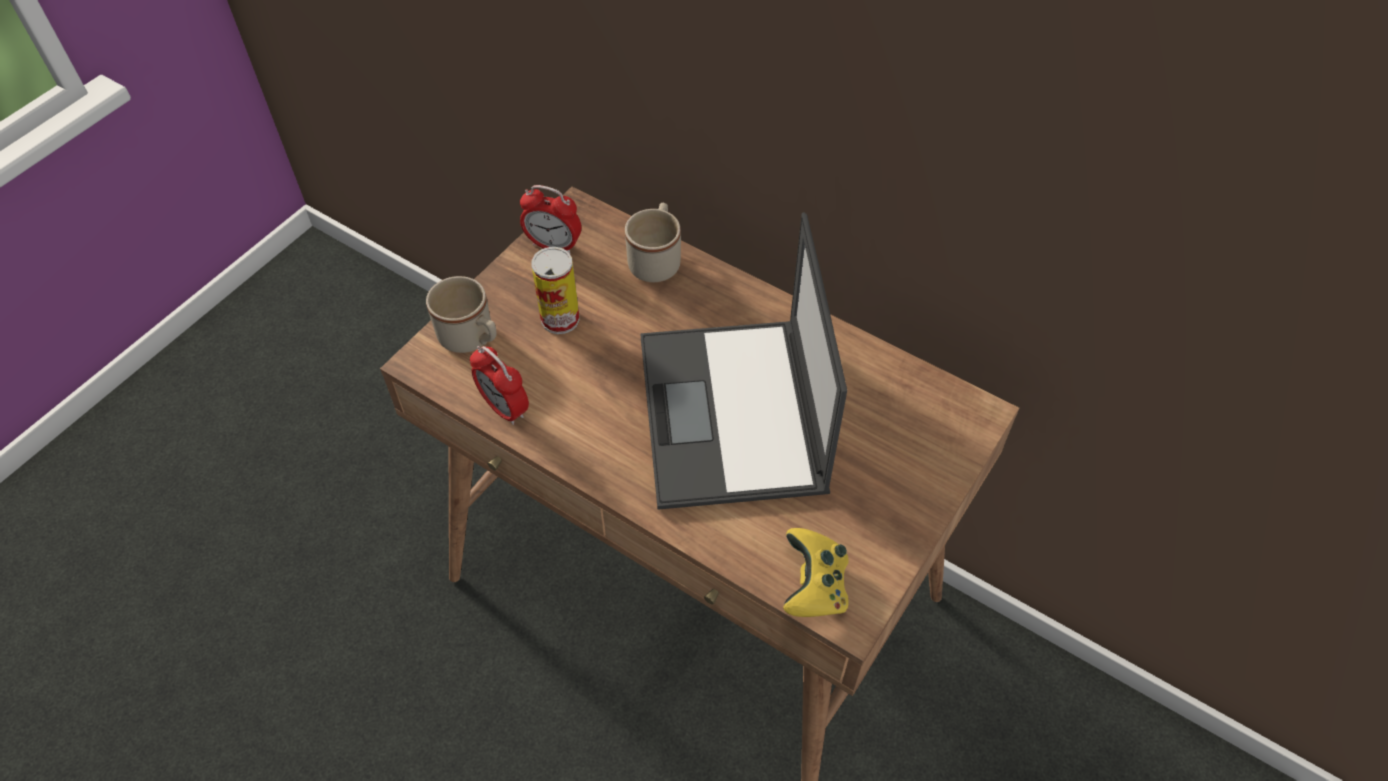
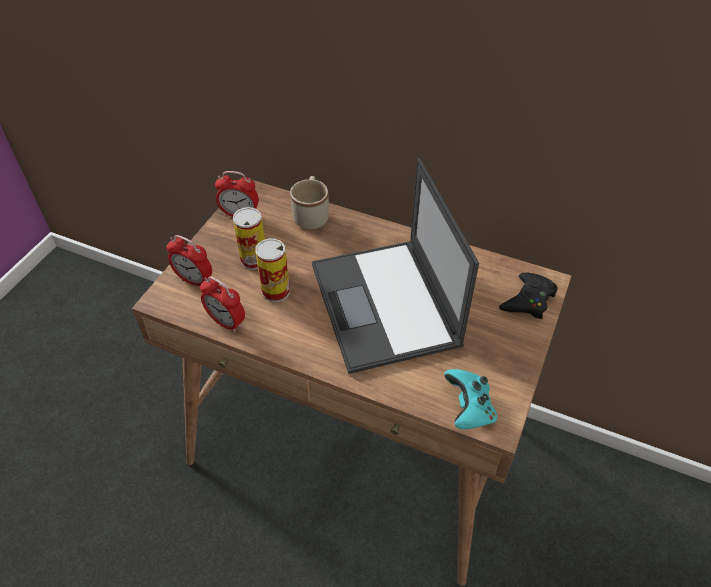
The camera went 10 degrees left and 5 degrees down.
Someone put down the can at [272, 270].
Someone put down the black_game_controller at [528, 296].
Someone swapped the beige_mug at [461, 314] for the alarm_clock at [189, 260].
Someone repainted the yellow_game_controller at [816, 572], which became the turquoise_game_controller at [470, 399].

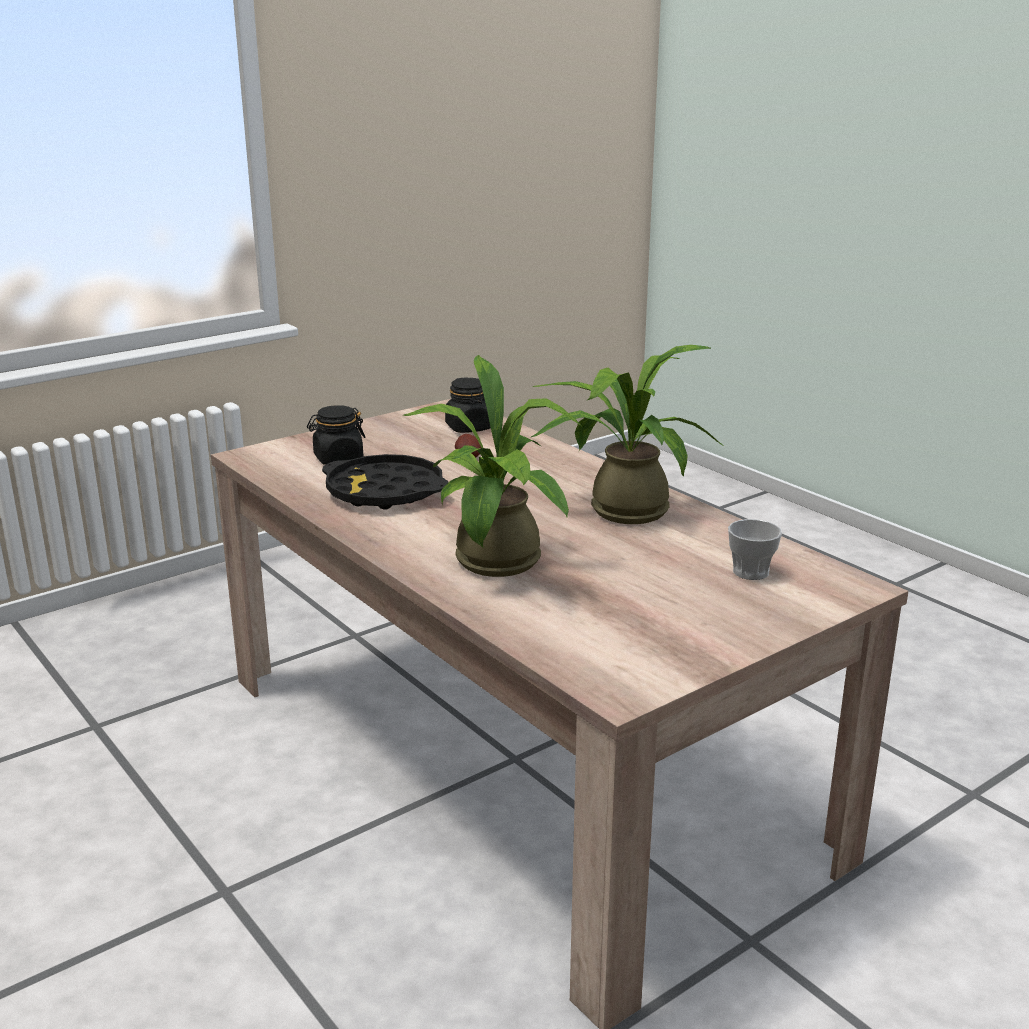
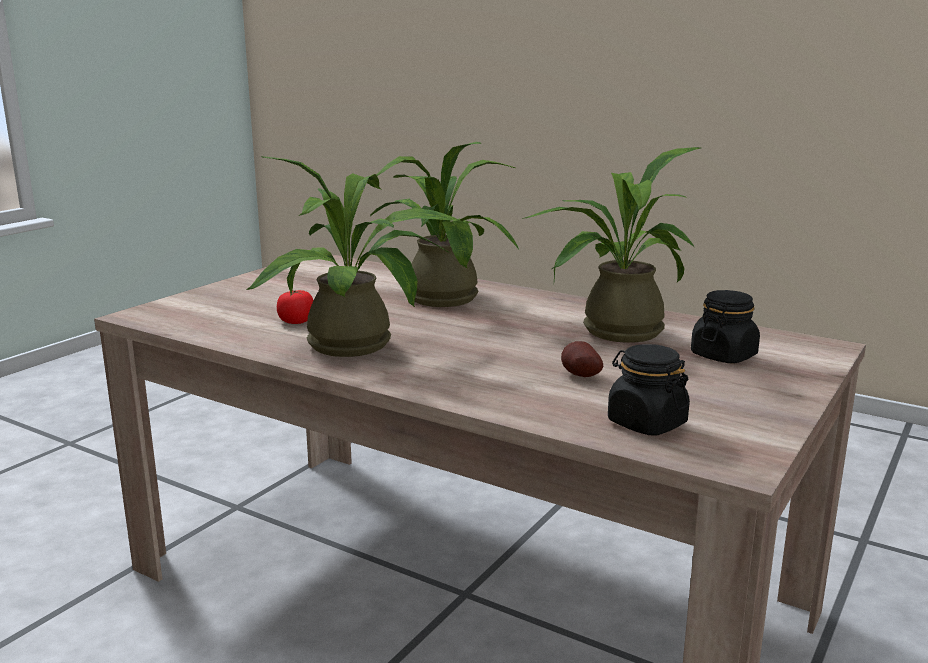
The camera went 160 degrees right and 5 degrees down.
Someone took away the cup at [755, 549].
Someone put down the tomato at [295, 307].
Someone swapped the black_tray at [385, 482] for the potted_plant at [611, 245].

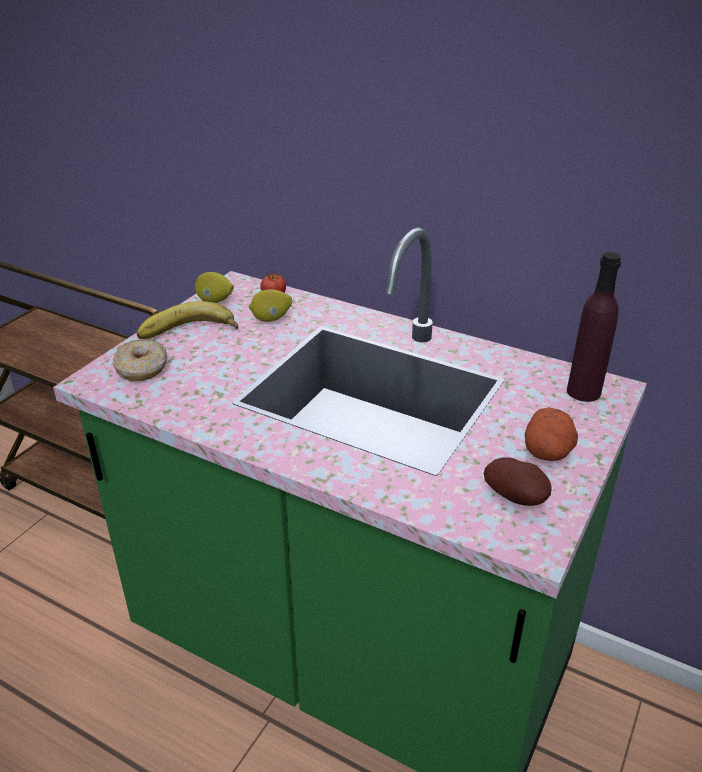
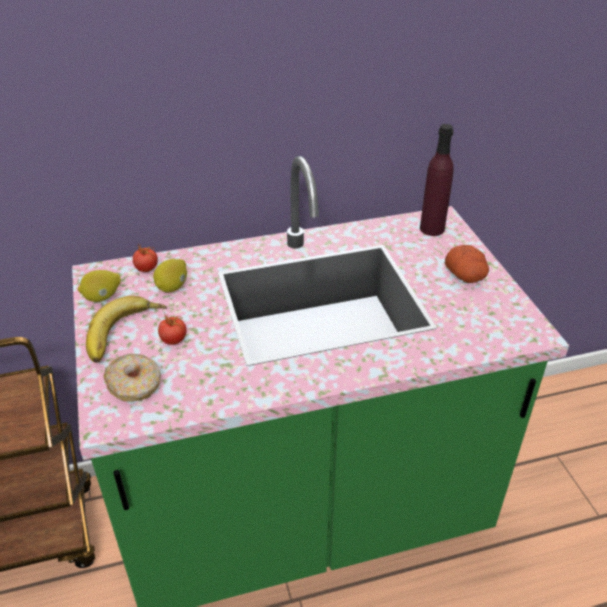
The camera went 45 degrees left and 5 degrees up.
Someone took away the potato at [518, 481].
Someone put down the tomato at [172, 328].

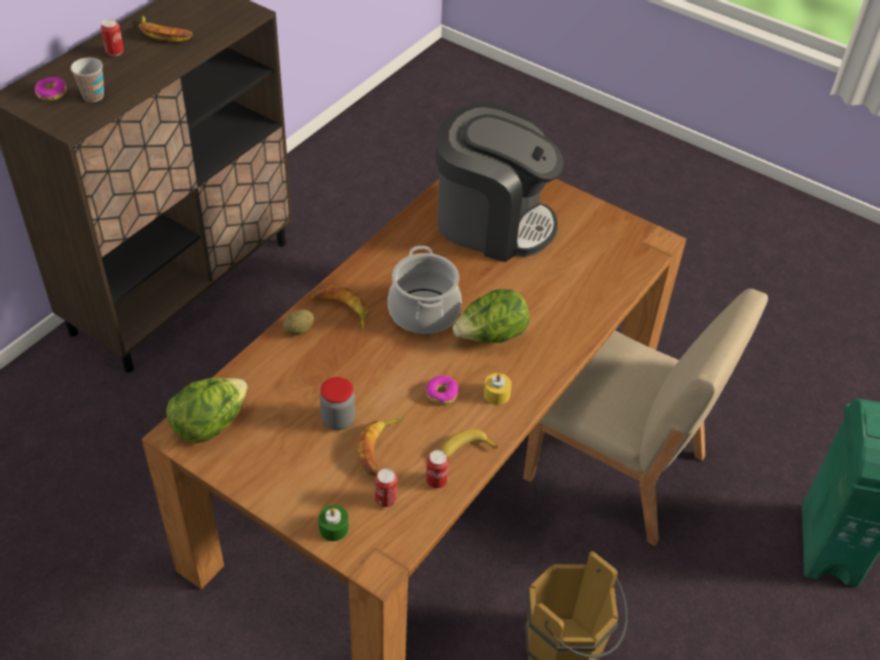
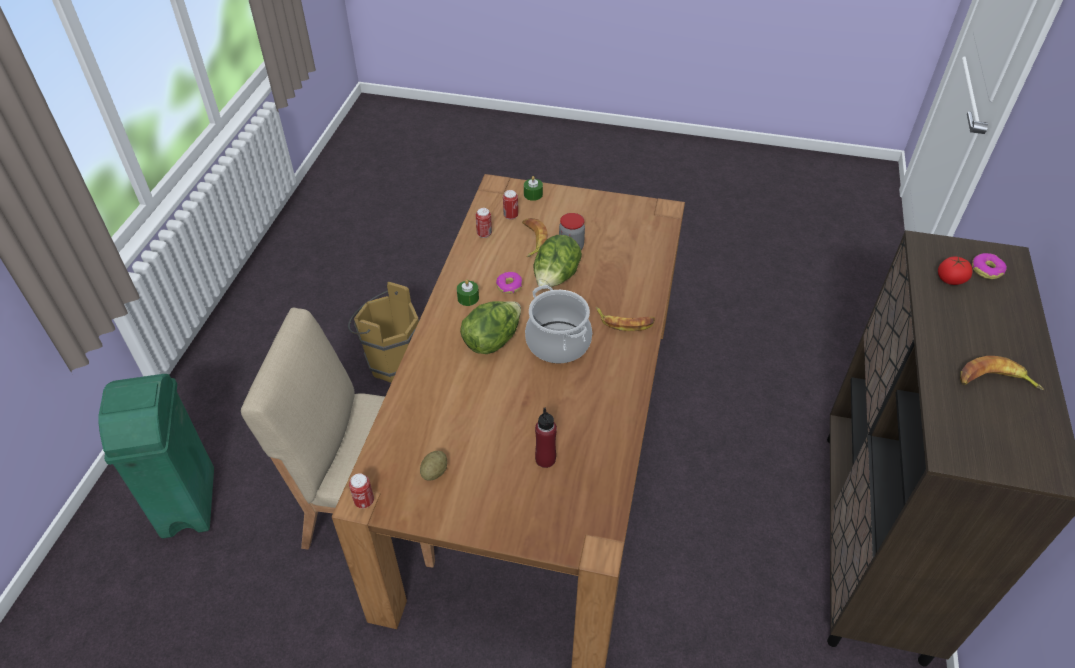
The camera went 160 degrees right and 0 degrees up.
Someone took away the banana at [469, 443].
Someone carried the can from [112, 37] to [361, 490].
Someone carried the lettuce from [207, 410] to [558, 261].
Someone carried the potato from [298, 322] to [433, 466].
Someone swapped the cup at [87, 79] for the tomato at [955, 271].
Someone swapped the coffee_machine at [500, 182] for the red_bottle at [546, 438].
Someone repainted the yellow_candle at [498, 389], which became the green_candle at [468, 292].

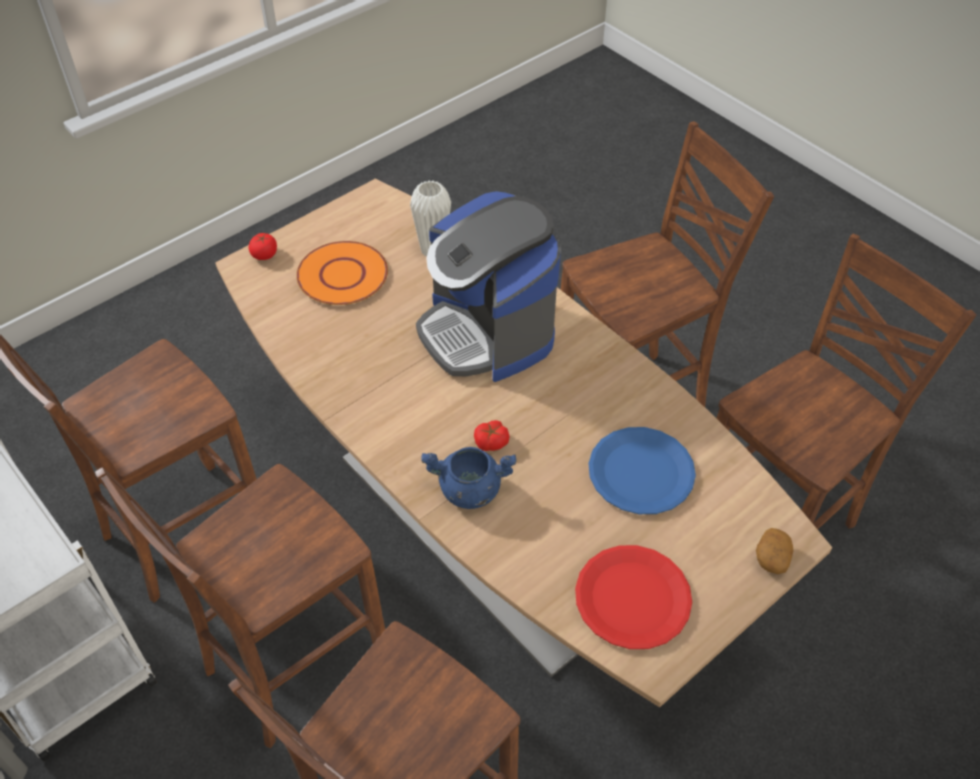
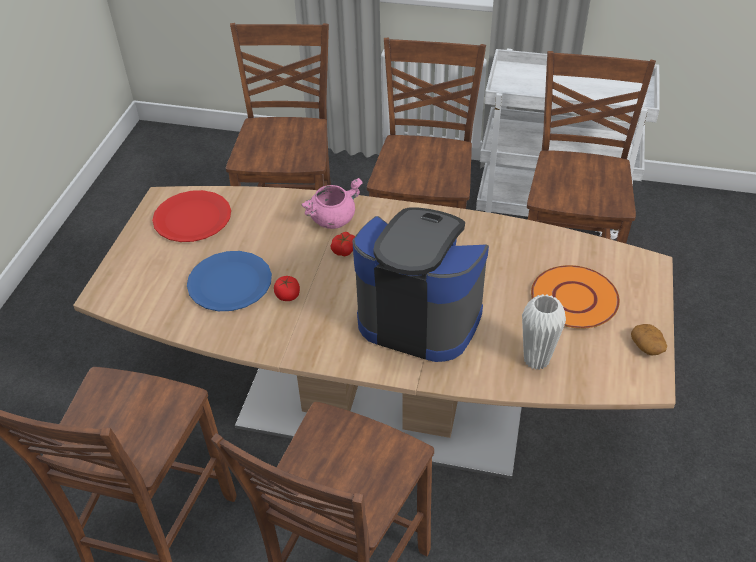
The camera went 145 degrees right and 5 degrees down.
Someone carried the tomato from [263, 246] to [287, 288].
Someone carried the potato from [774, 551] to [649, 339].
Someone repainted the blue_cooking_pot at [468, 478], which became the pink_cooking_pot at [332, 203].

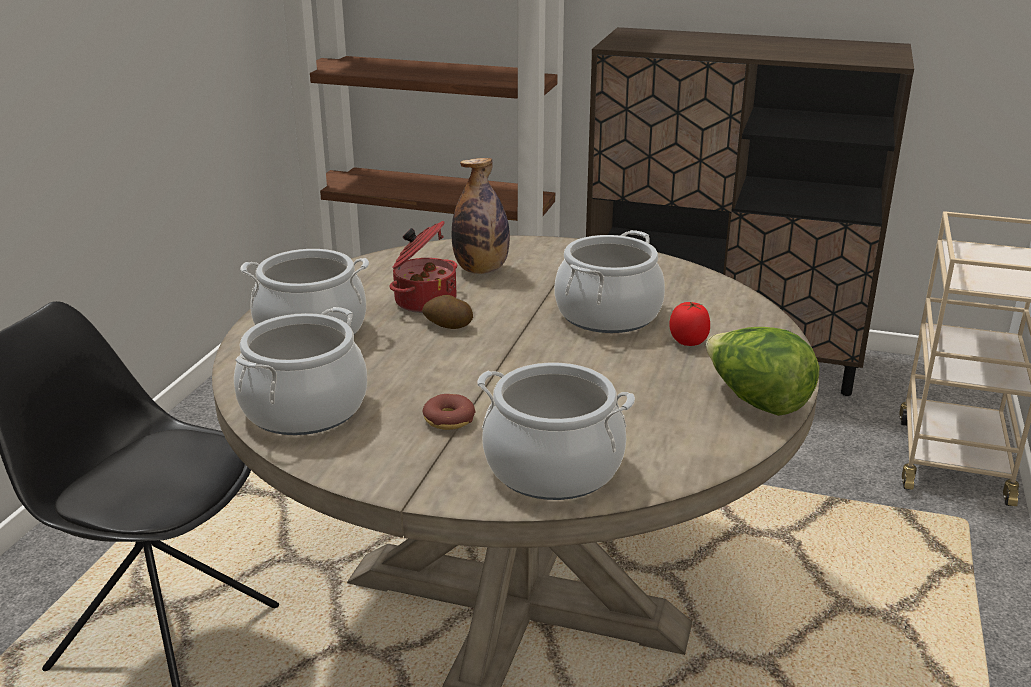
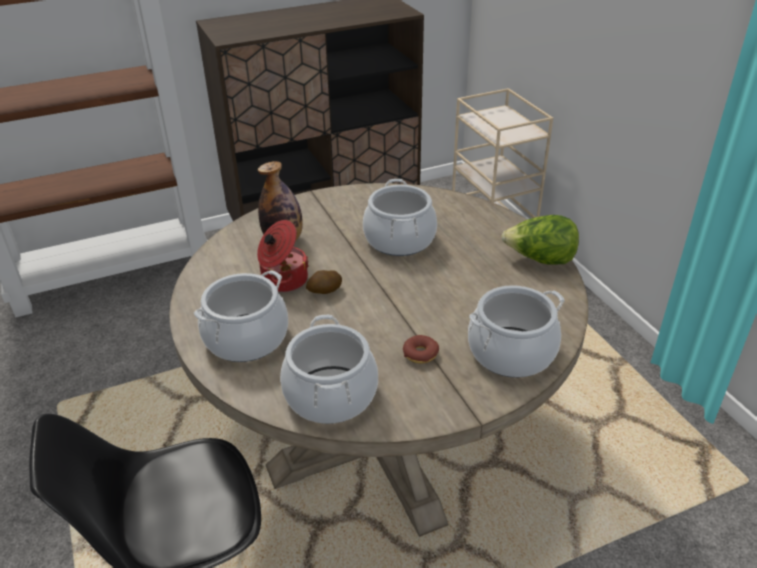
The camera went 40 degrees left and 10 degrees up.
Someone took away the tomato at [689, 324].

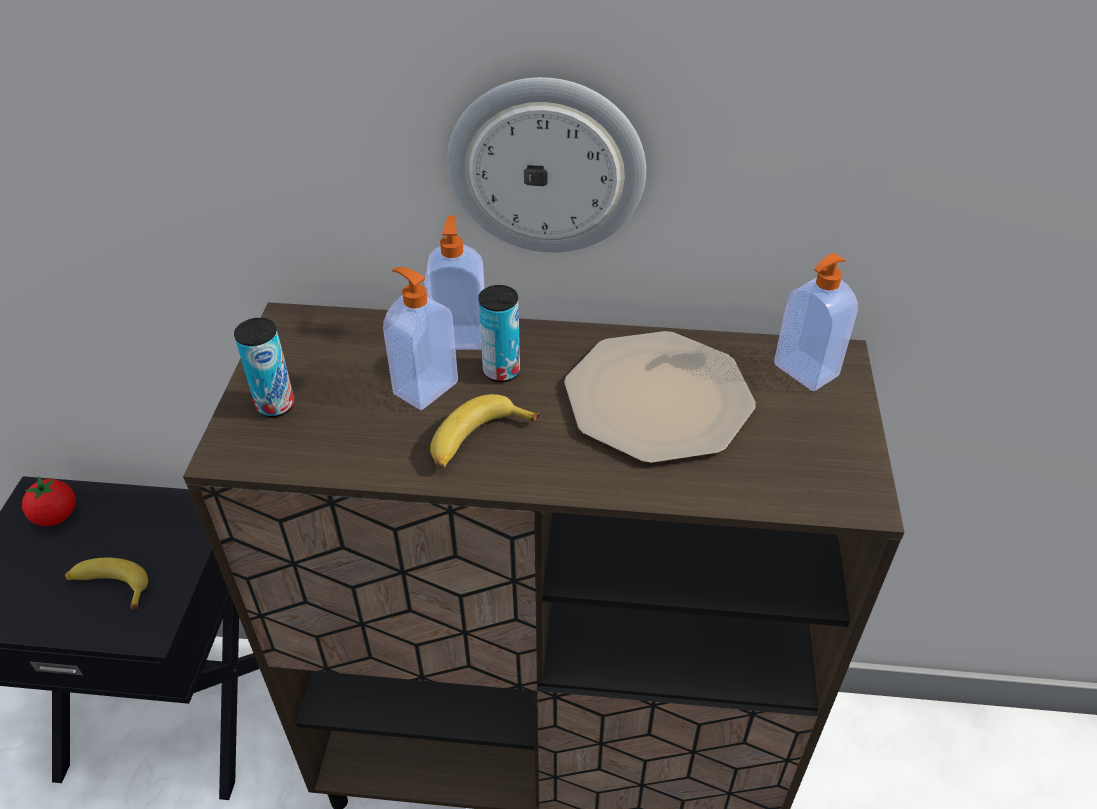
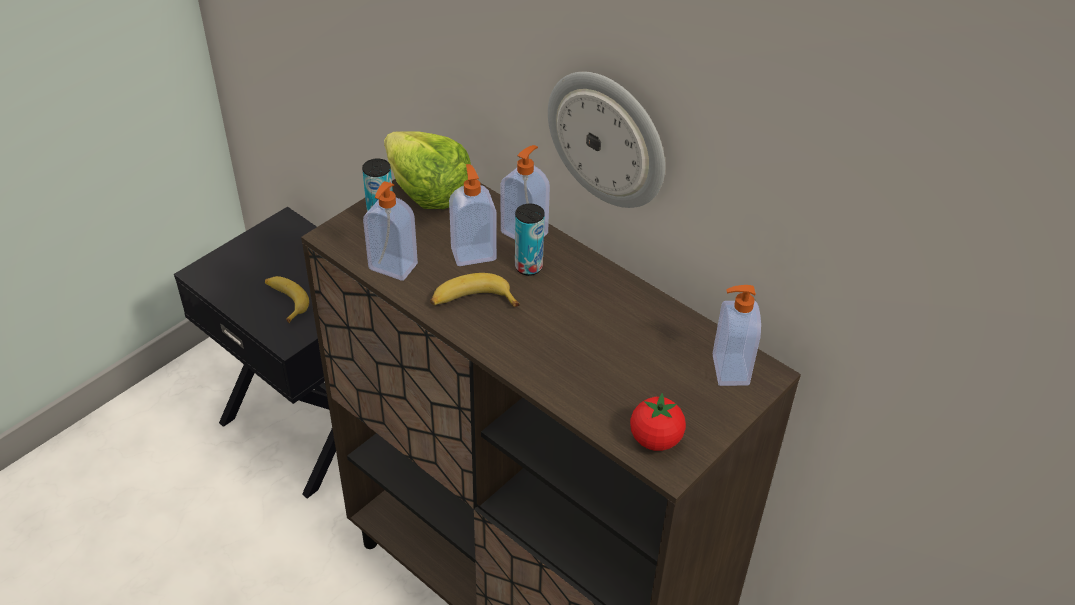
The camera went 35 degrees right and 0 degrees up.
Someone took away the plate at [660, 397].
Someone put down the soap_dispenser at [390, 231].
Someone put down the lettuce at [427, 170].
Someone carried the tomato from [49, 501] to [658, 422].

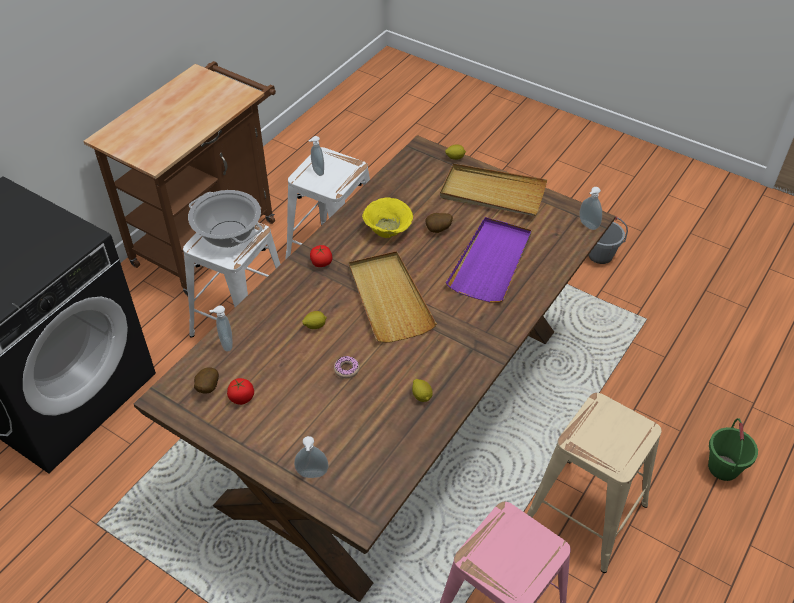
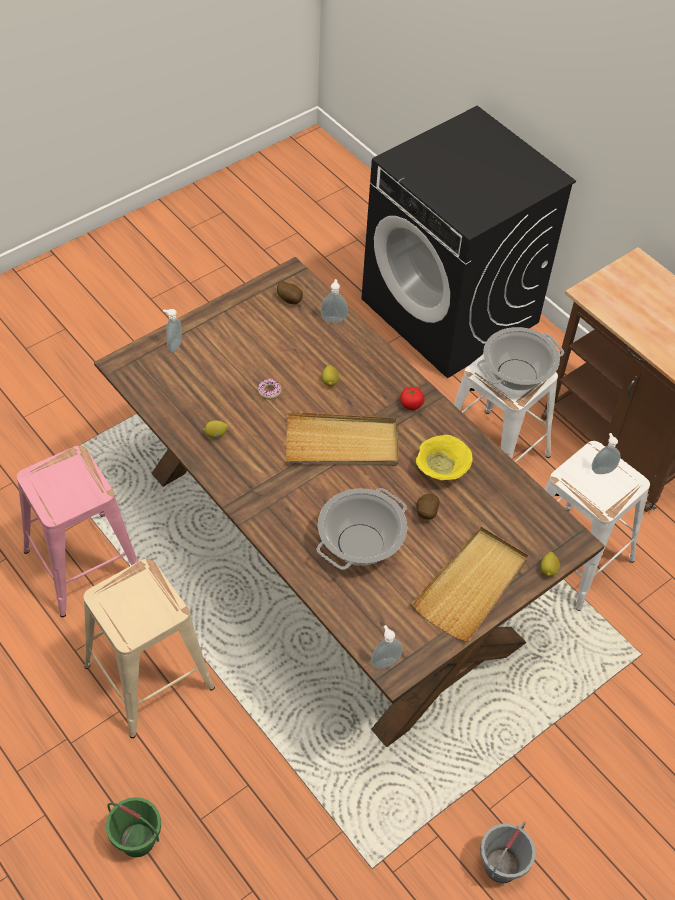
The camera went 105 degrees right and 5 degrees up.
Someone took away the tomato at [240, 391].
Someone swapped the purple_tray at [489, 259] for the cooking_pot at [361, 529].

